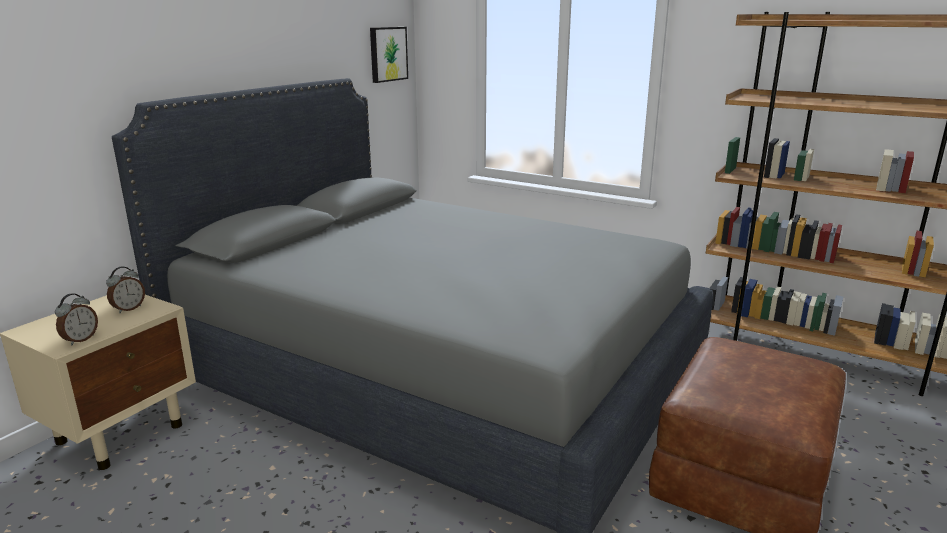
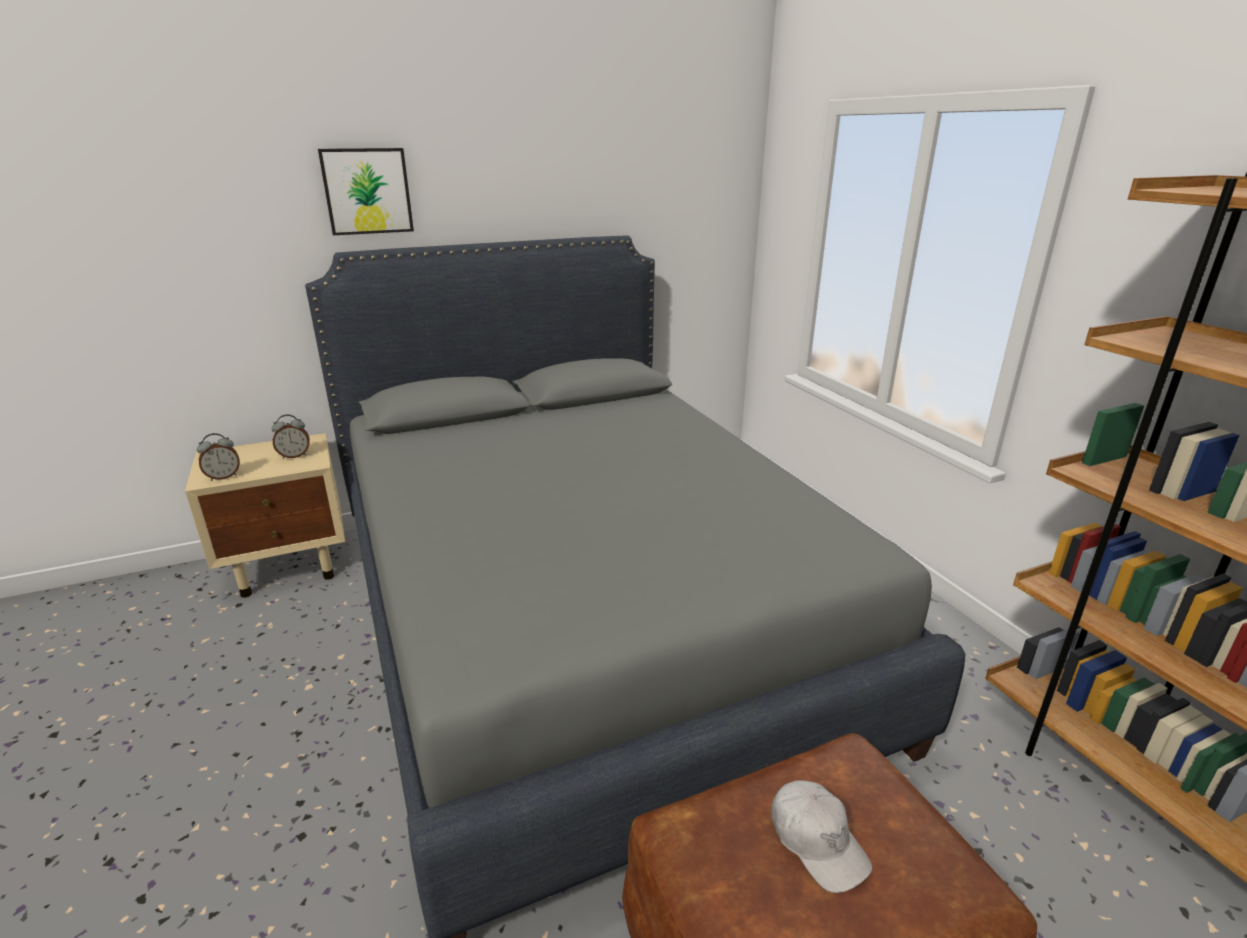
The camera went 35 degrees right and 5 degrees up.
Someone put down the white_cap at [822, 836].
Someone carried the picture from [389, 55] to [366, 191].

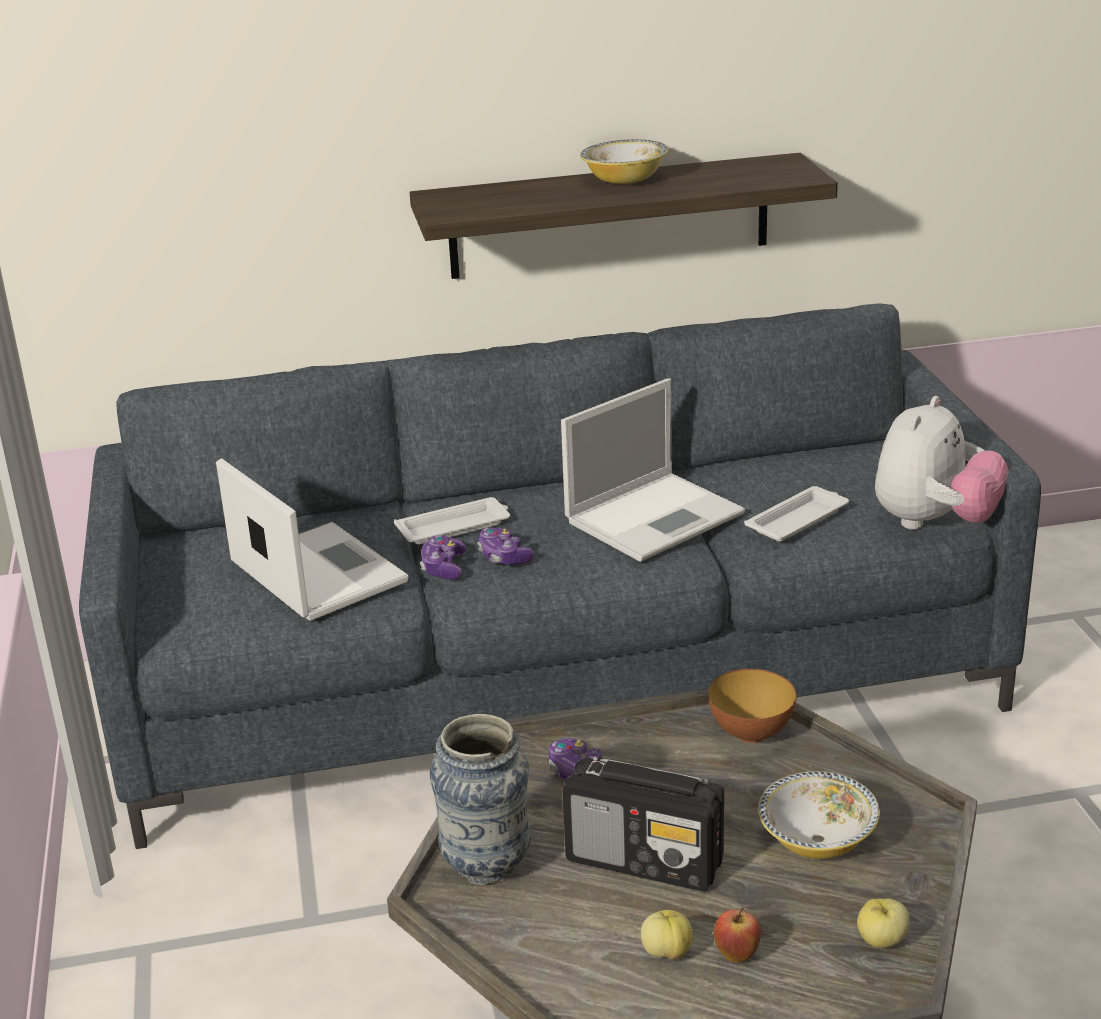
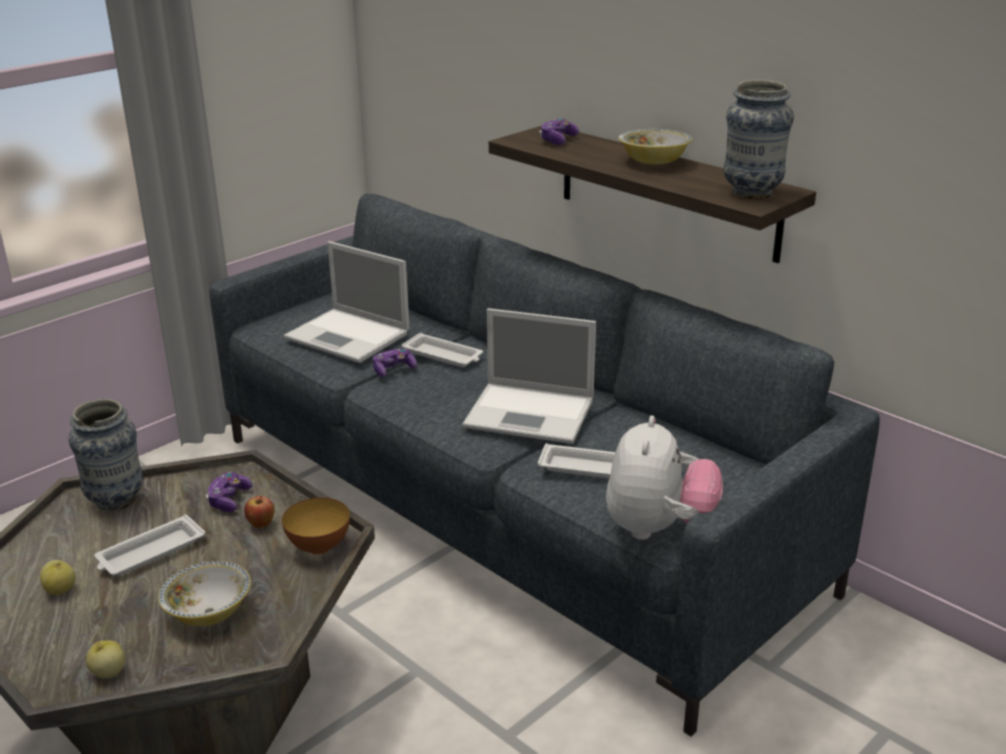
The camera went 55 degrees right and 0 degrees up.
Someone put down the vase at [758, 139].
Someone carried the game_controller from [505, 546] to [559, 131].
Someone carried the apple from [737, 934] to [259, 512].
Someone swapped the radio at [643, 823] for the white_tray at [149, 545].
Someone rotated the laptop at [312, 539] by 105 degrees clockwise.
Someone rotated the plush_toy at [942, 463] by 75 degrees counterclockwise.

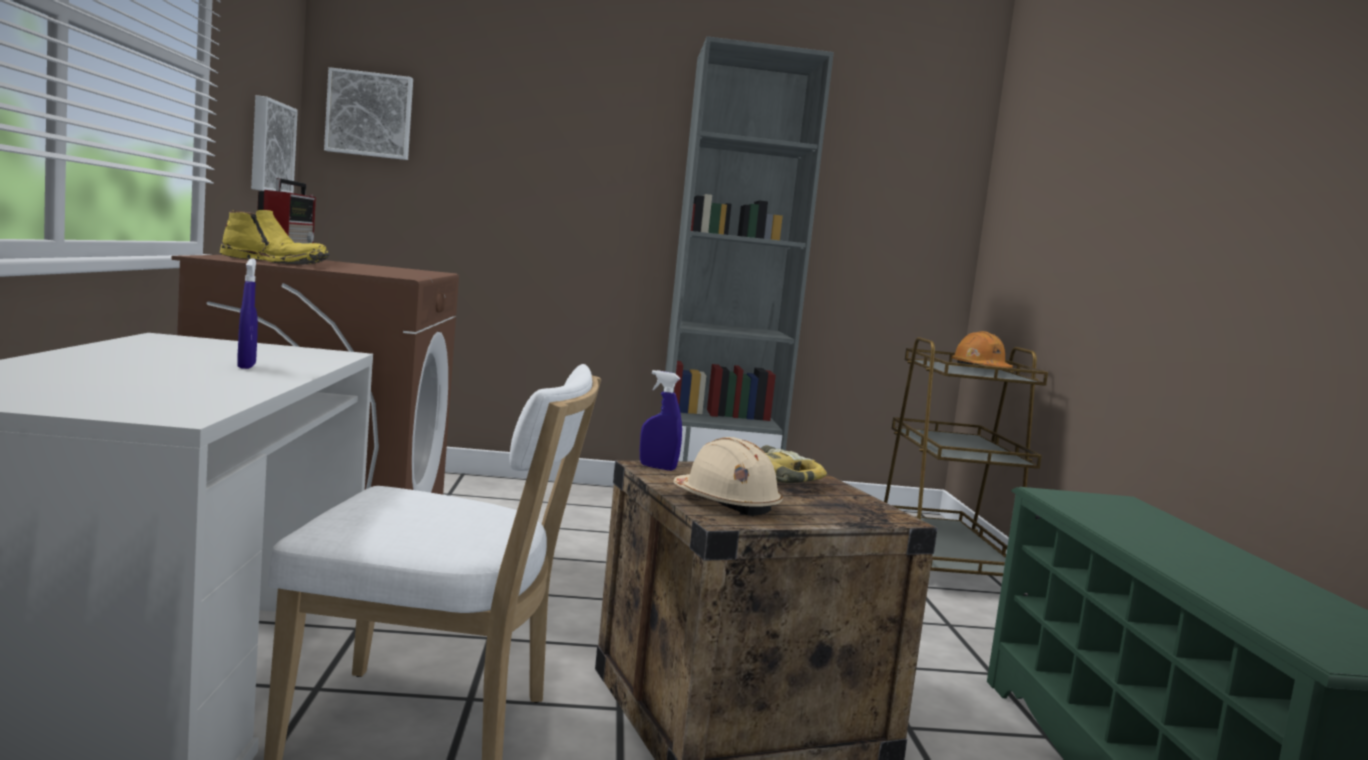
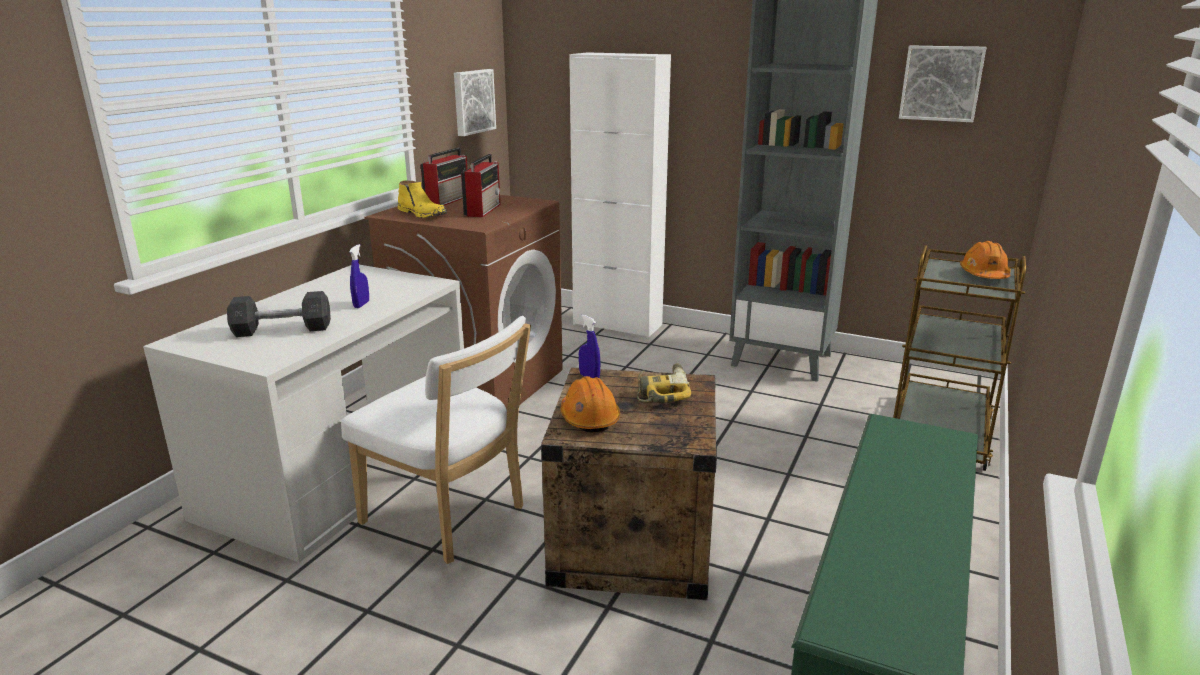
The camera went 30 degrees right and 15 degrees up.
Someone put down the grey_dumbbell at [279, 314].
Someone put down the radio at [481, 185].
Someone put down the white_cabinet at [620, 195].
Someone carried the picture from [368, 113] to [943, 83].
Someone repainted the beige_hard_hat at [728, 476], which became the orange_hard_hat at [590, 404].

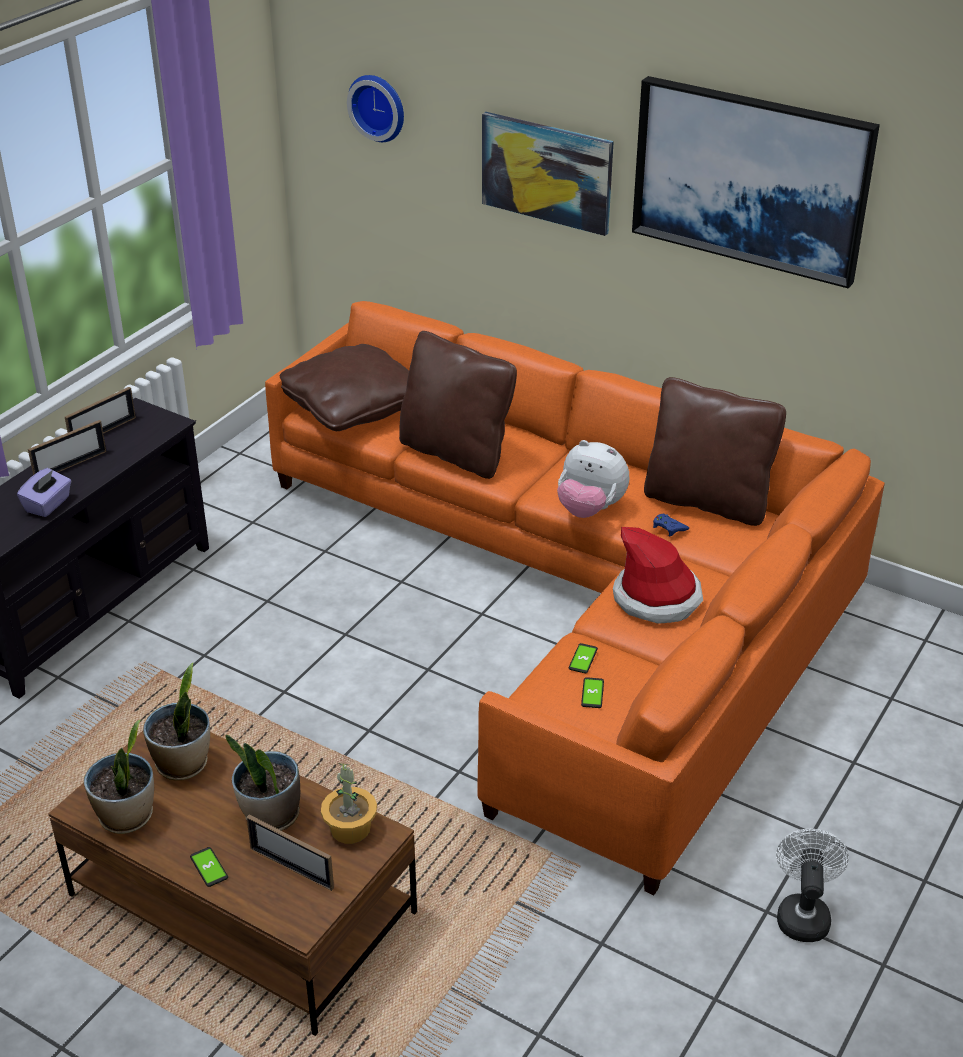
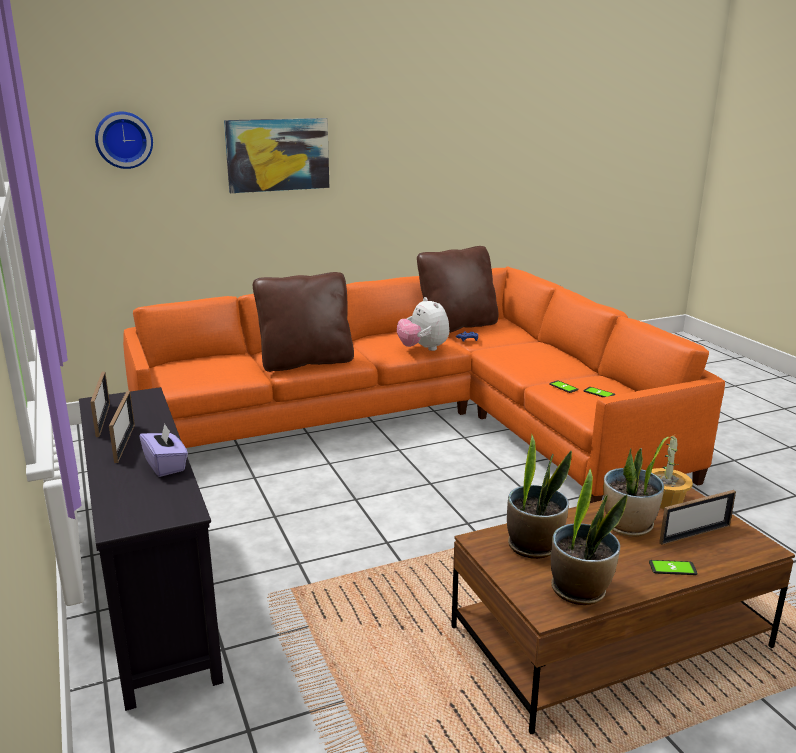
The camera went 55 degrees left and 15 degrees down.
Someone took away the brown_pillow at [344, 387].
Someone took away the hat at [658, 575].
Someone took away the picture at [756, 182].
Someone took away the white_fan at [812, 885].
Someone rotated the plush_toy at [593, 479] by 90 degrees clockwise.

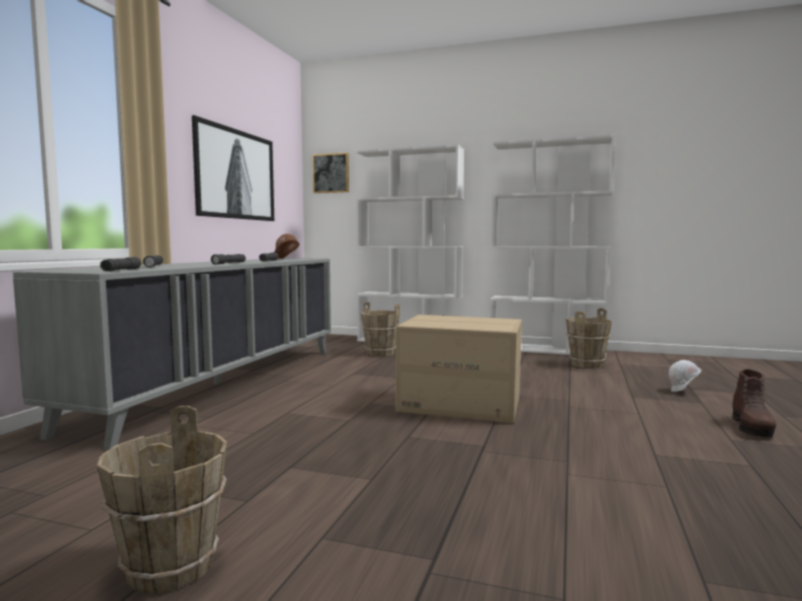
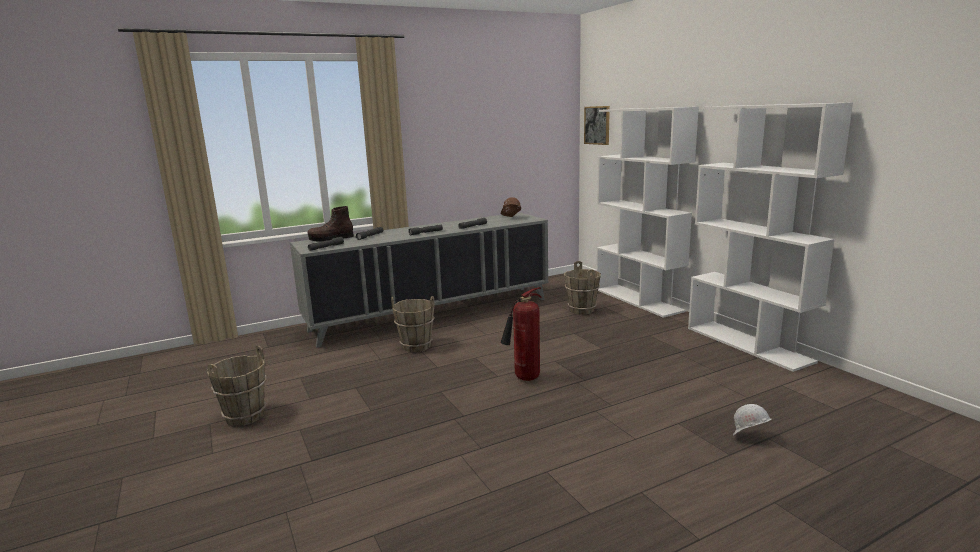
The camera went 45 degrees right and 10 degrees up.
Someone took away the picture at [233, 168].
Someone carried the brown_bucket from [589, 338] to [413, 324].
Someone carried the brown_boot from [754, 403] to [330, 224].
Someone swapped the cardboard_box at [458, 369] for the fire_extinguisher at [521, 334].

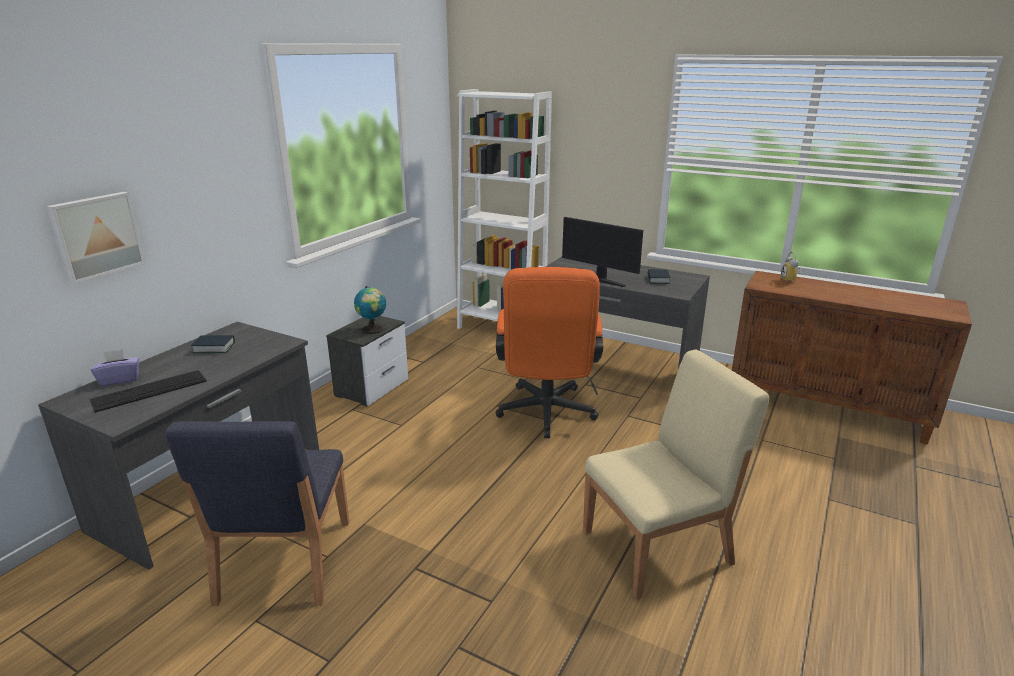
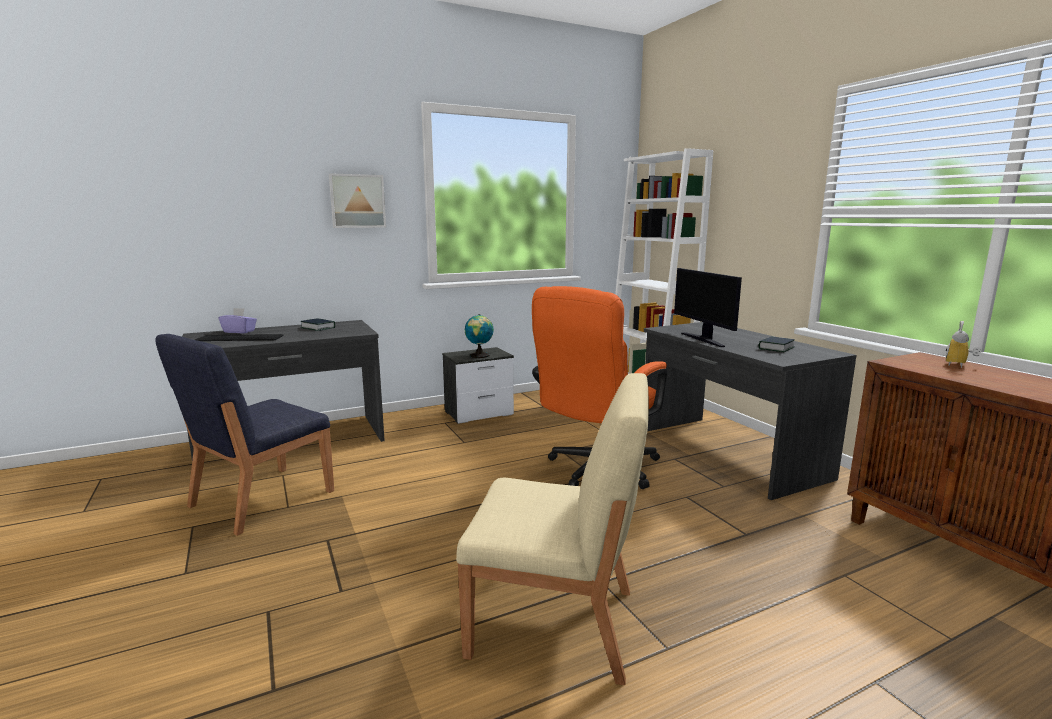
The camera went 35 degrees right and 10 degrees down.
Someone carried the picture from [95, 238] to [357, 200].

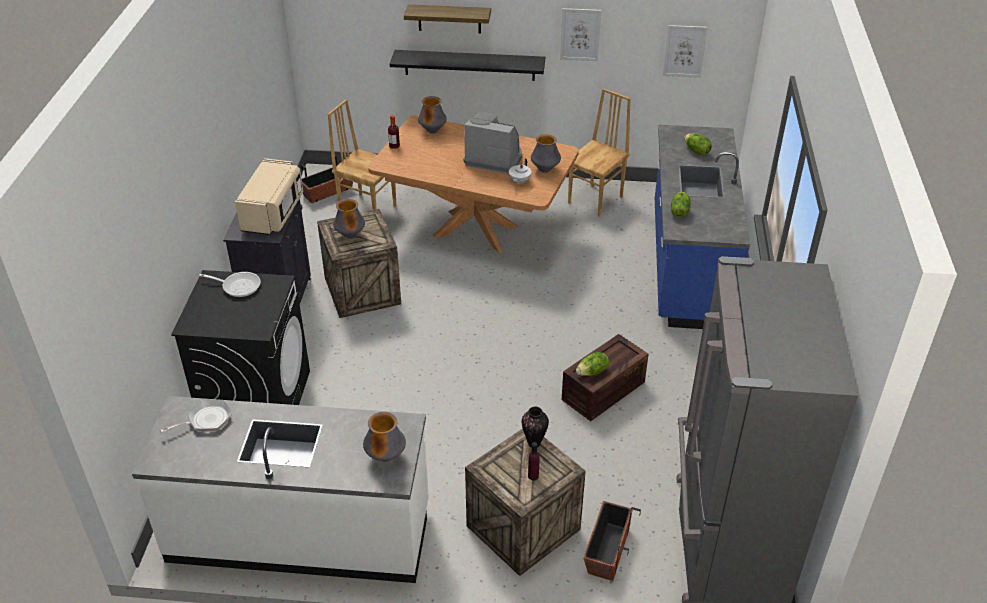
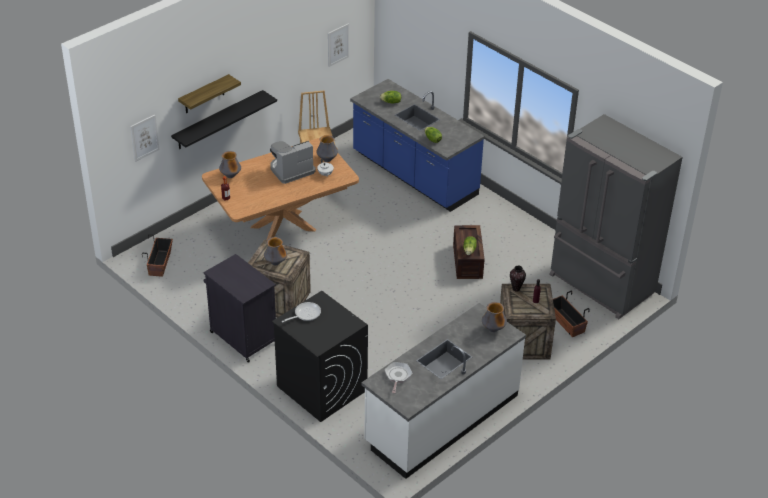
The camera went 50 degrees left and 0 degrees up.
Someone took away the beige_microwave at [269, 196].
Someone took away the brown_chair at [362, 154].
Someone carried the picture from [580, 34] to [144, 138].

